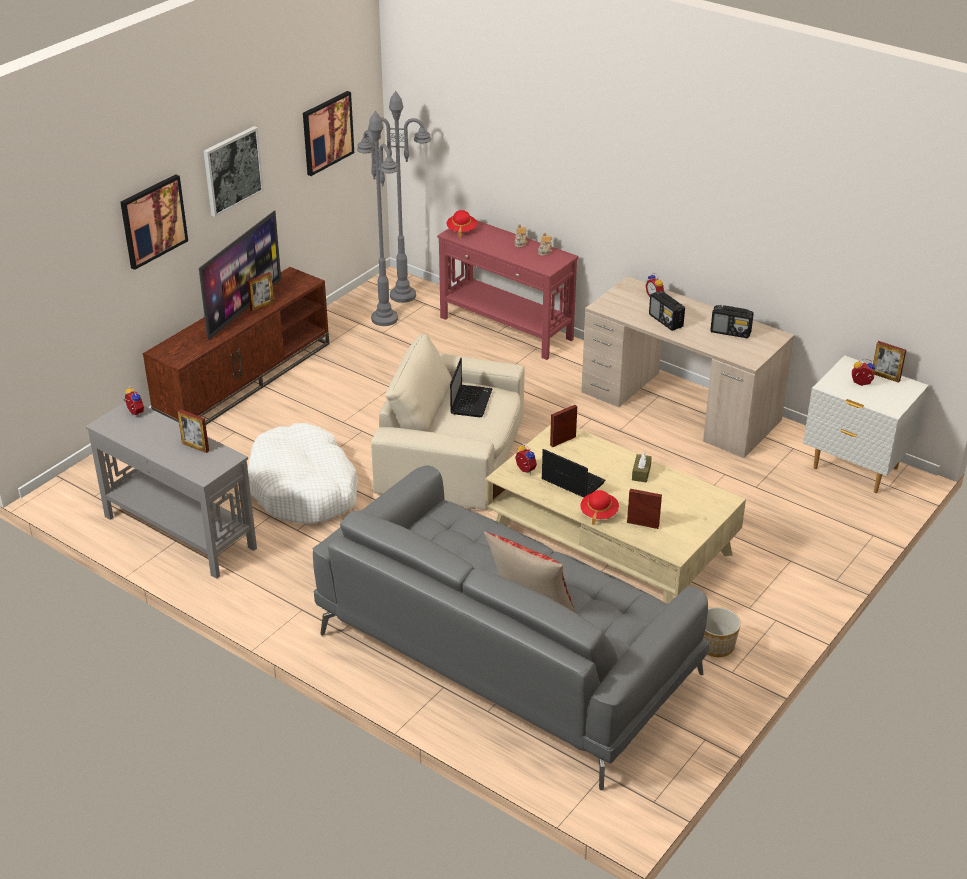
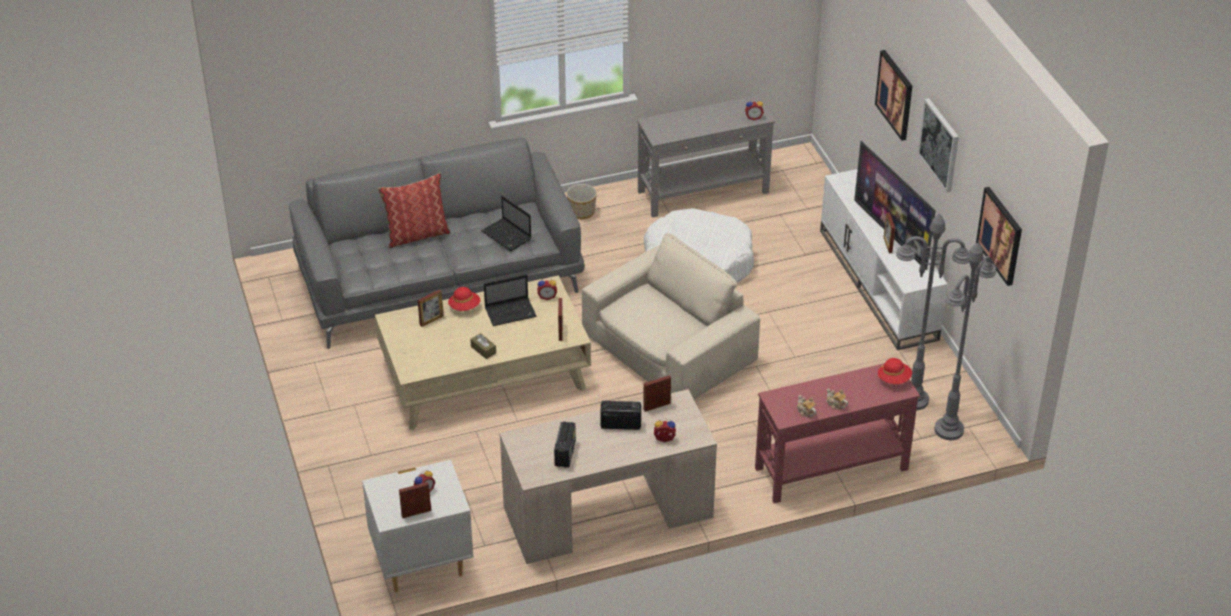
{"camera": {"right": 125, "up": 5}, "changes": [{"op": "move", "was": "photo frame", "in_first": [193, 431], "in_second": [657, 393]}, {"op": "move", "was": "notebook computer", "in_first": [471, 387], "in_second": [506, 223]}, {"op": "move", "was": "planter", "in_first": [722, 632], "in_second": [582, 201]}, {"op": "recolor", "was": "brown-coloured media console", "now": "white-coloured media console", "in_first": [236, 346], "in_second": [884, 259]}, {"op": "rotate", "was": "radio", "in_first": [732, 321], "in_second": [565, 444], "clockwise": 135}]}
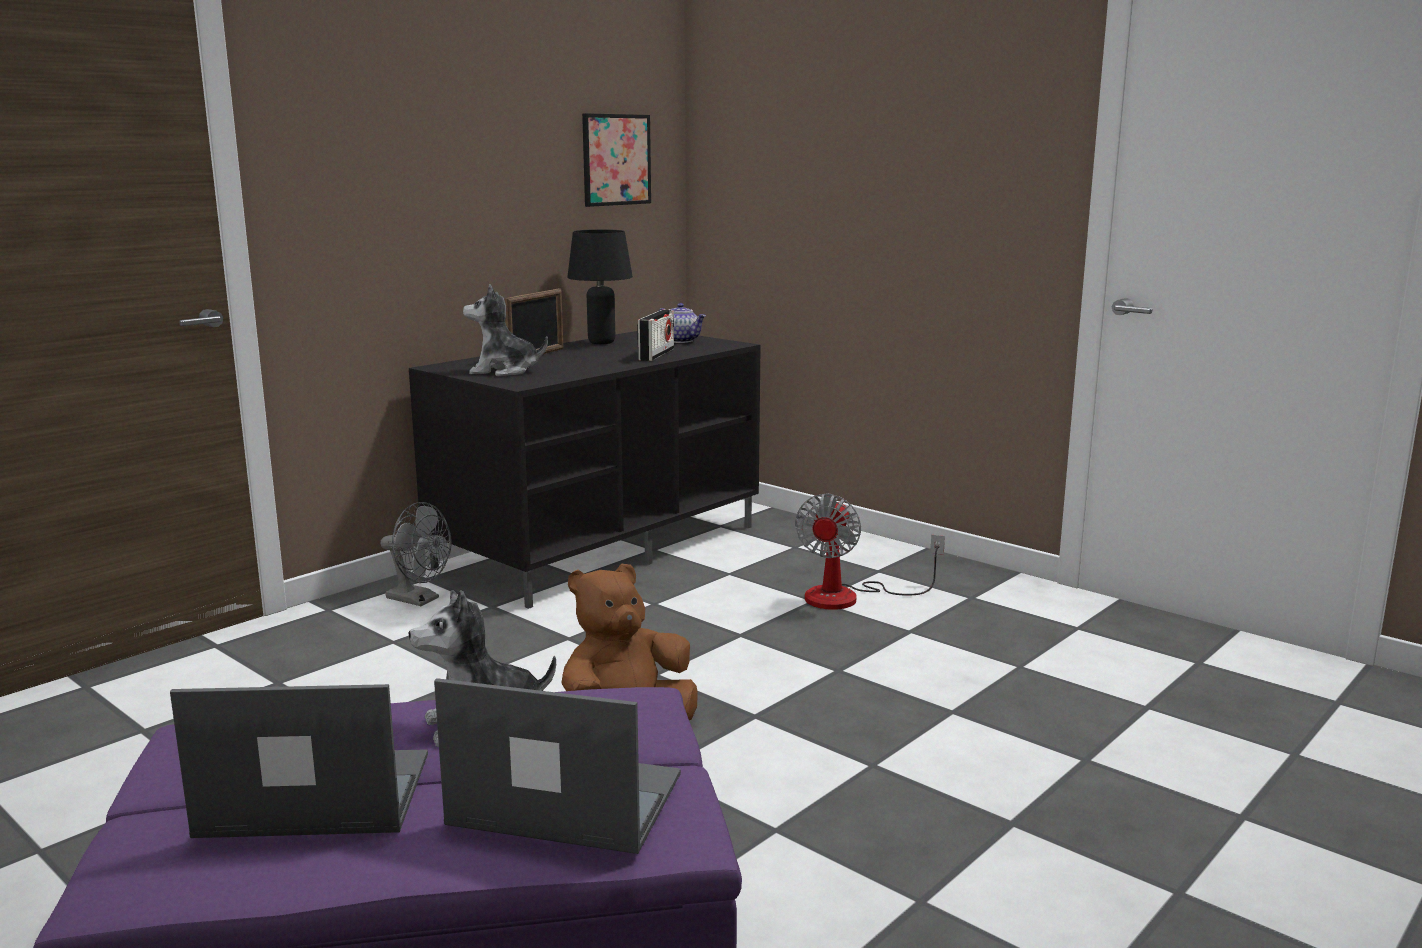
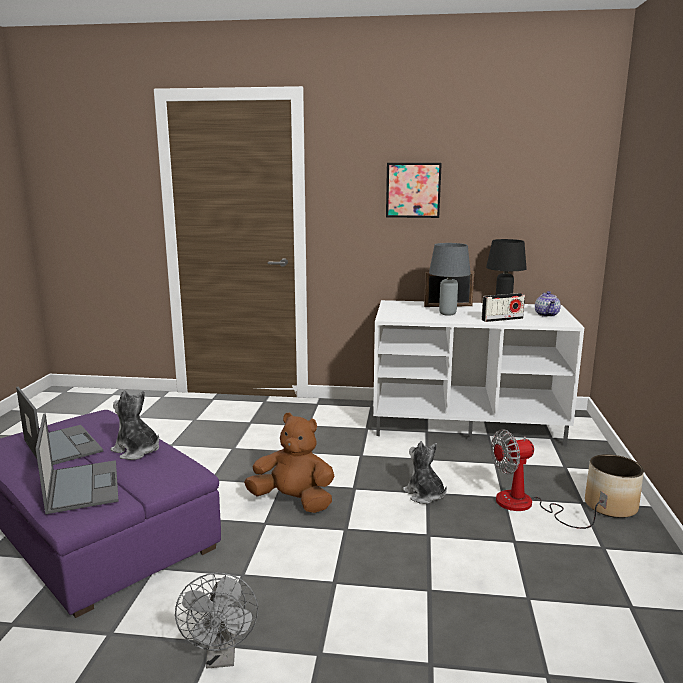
{"camera": {"right": 55, "up": 0}, "changes": [{"op": "insert", "now": "gray lamp for a table", "in_second": [450, 279]}, {"op": "insert", "now": "planter", "in_second": [614, 486]}, {"op": "move", "was": "gray electric fan", "in_first": [416, 554], "in_second": [216, 620]}, {"op": "move", "was": "cuddly toy", "in_first": [505, 330], "in_second": [425, 472]}, {"op": "move", "was": "wall art", "in_first": [616, 160], "in_second": [414, 190]}, {"op": "recolor", "was": "blackish media console", "now": "white-coloured media console", "in_first": [585, 470], "in_second": [478, 373]}]}
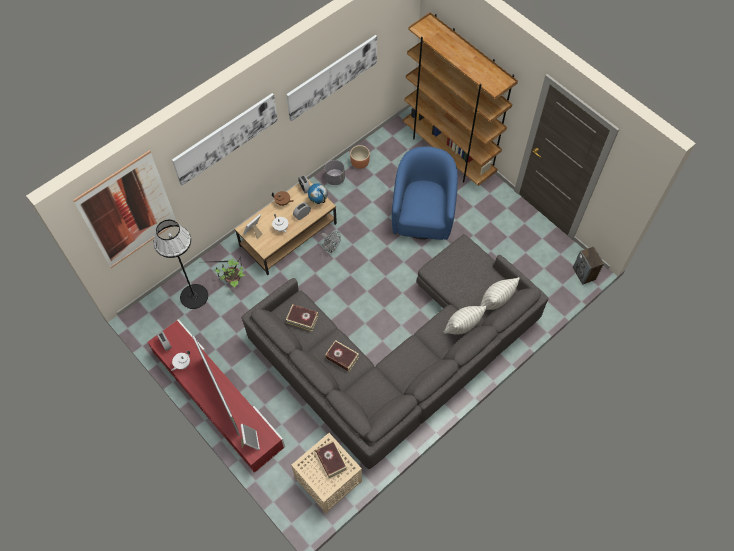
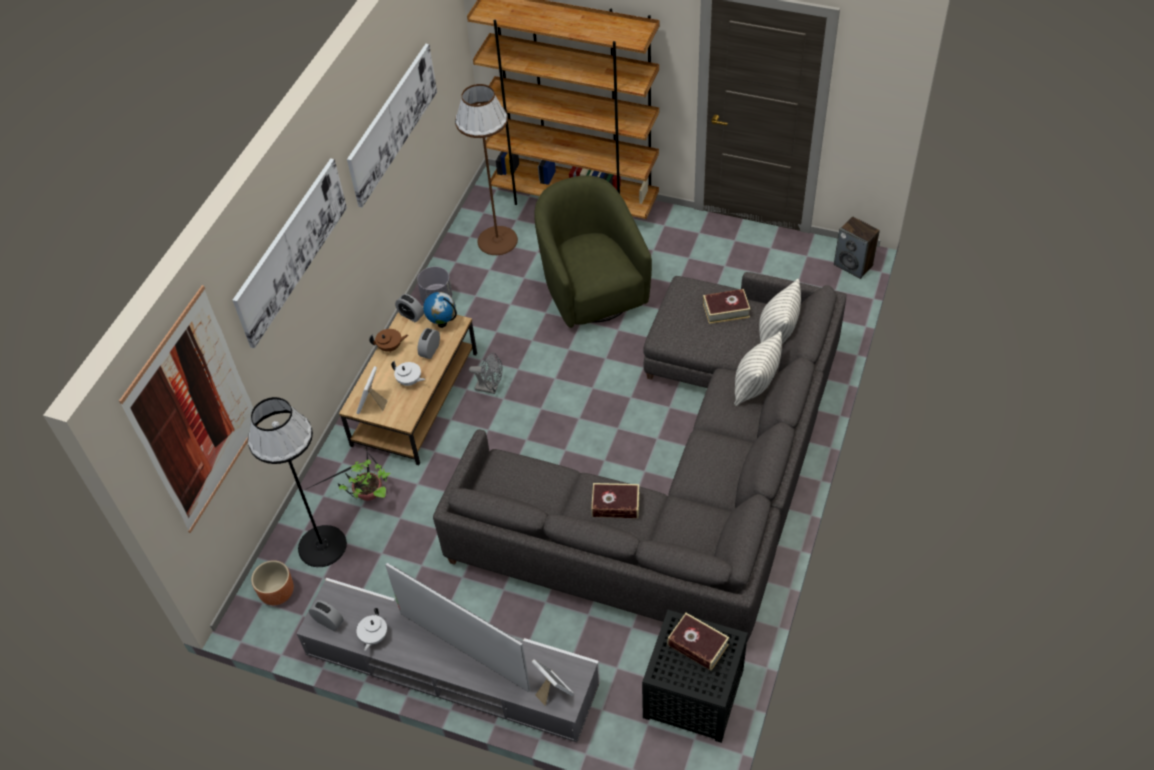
{"camera": {"right": -25, "up": -10}, "changes": [{"op": "insert", "now": "brown-coloured floor lamp", "in_second": [486, 169]}, {"op": "move", "was": "book", "in_first": [302, 317], "in_second": [726, 306]}, {"op": "move", "was": "brown-coloured planter", "in_first": [360, 157], "in_second": [272, 582]}, {"op": "recolor", "was": "reddish media console", "now": "gray media console", "in_first": [216, 396], "in_second": [448, 660]}, {"op": "recolor", "was": "sand-coloured end table", "now": "blackish end table", "in_first": [326, 473], "in_second": [695, 676]}, {"op": "recolor", "was": "blue lounge chair", "now": "green-coloured lounge chair", "in_first": [425, 193], "in_second": [593, 252]}]}
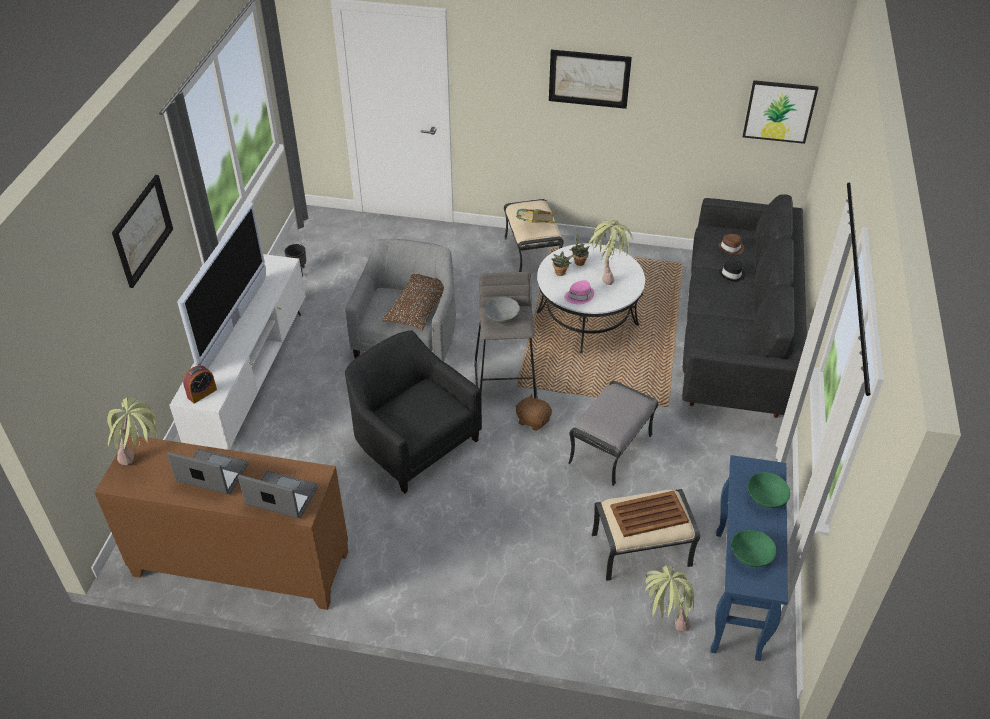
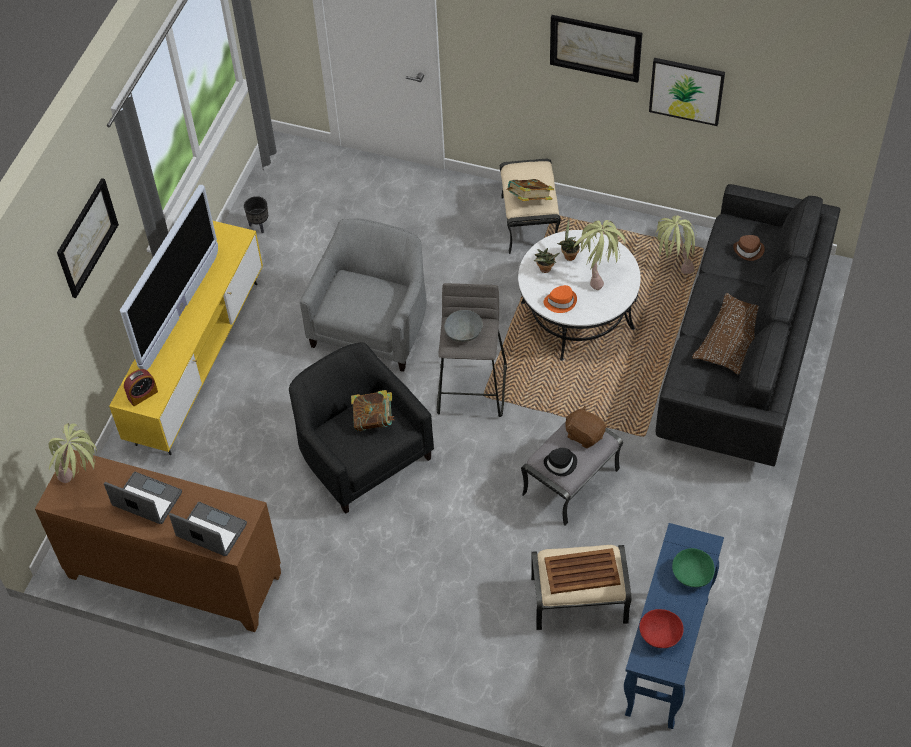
{"camera": {"right": 10, "up": 10}, "changes": [{"op": "insert", "now": "book", "in_second": [372, 410]}, {"op": "move", "was": "brown-coloured cushion", "in_first": [413, 302], "in_second": [725, 334]}, {"op": "move", "was": "brown-coloured cuddly toy", "in_first": [534, 412], "in_second": [585, 427]}, {"op": "move", "was": "houseplant", "in_first": [670, 598], "in_second": [676, 244]}, {"op": "move", "was": "blackish wearable hat", "in_first": [732, 271], "in_second": [560, 462]}, {"op": "move", "was": "wall art", "in_first": [780, 112], "in_second": [687, 92]}, {"op": "recolor", "was": "white-coloured media console", "now": "yellowish media console", "in_first": [237, 352], "in_second": [186, 338]}, {"op": "recolor", "was": "pinkish wearable hat", "now": "orange wearable hat", "in_first": [579, 292], "in_second": [560, 299]}, {"op": "recolor", "was": "green-coloured bowl", "now": "reddish bowl", "in_first": [753, 548], "in_second": [661, 628]}]}
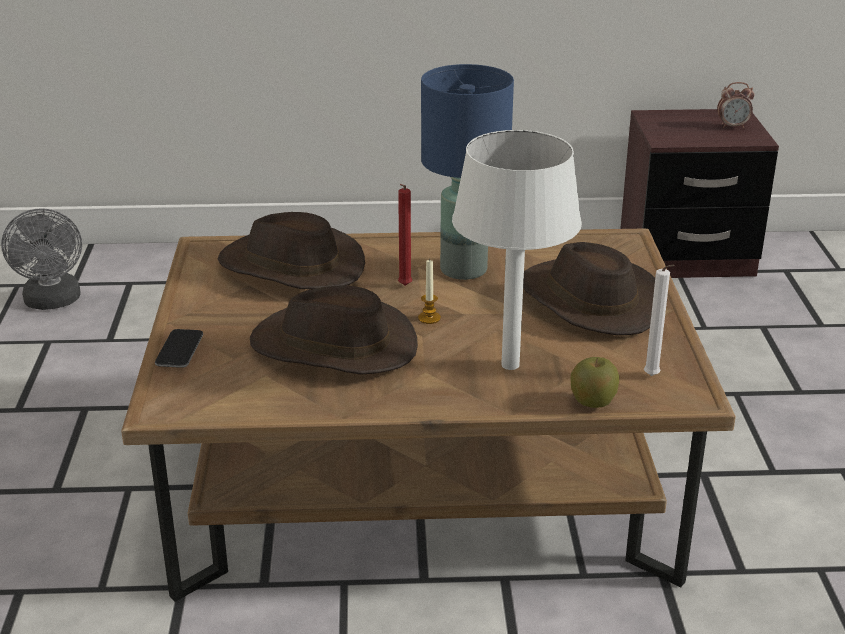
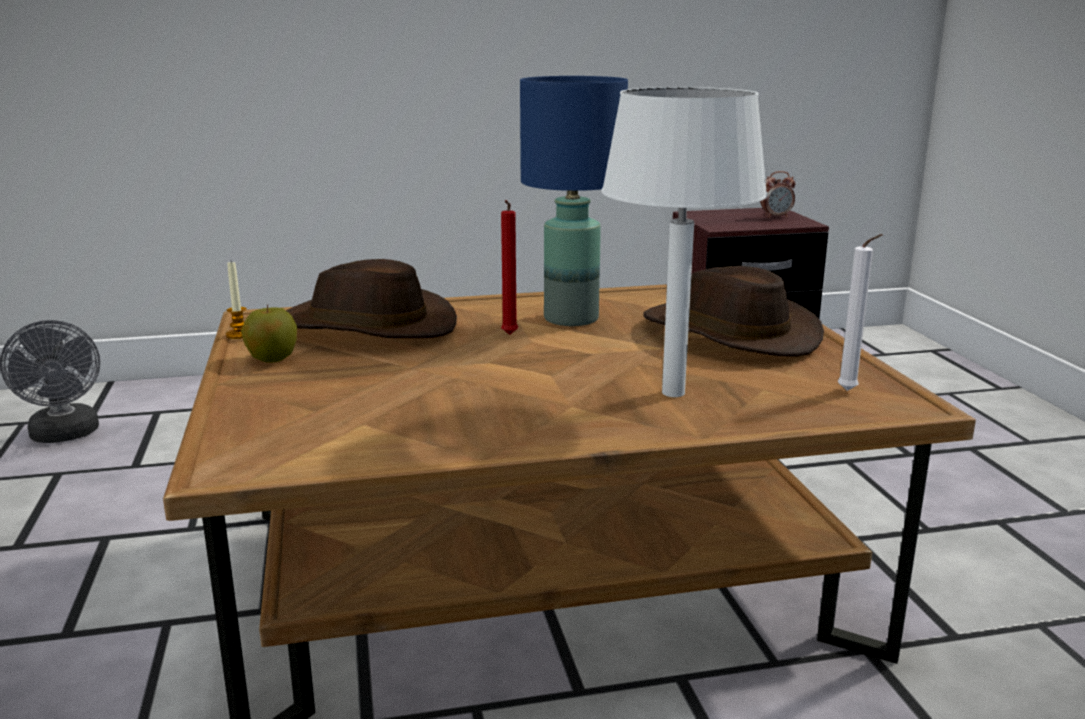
{"camera": {"right": -10, "up": -10}, "changes": [{"op": "delete", "was": "telephone", "in_first": [179, 348]}, {"op": "delete", "was": "brown-coloured wearable hat", "in_first": [334, 330]}, {"op": "move", "was": "wax light", "in_first": [429, 291], "in_second": [236, 300]}, {"op": "move", "was": "apple fruit", "in_first": [595, 382], "in_second": [269, 333]}]}
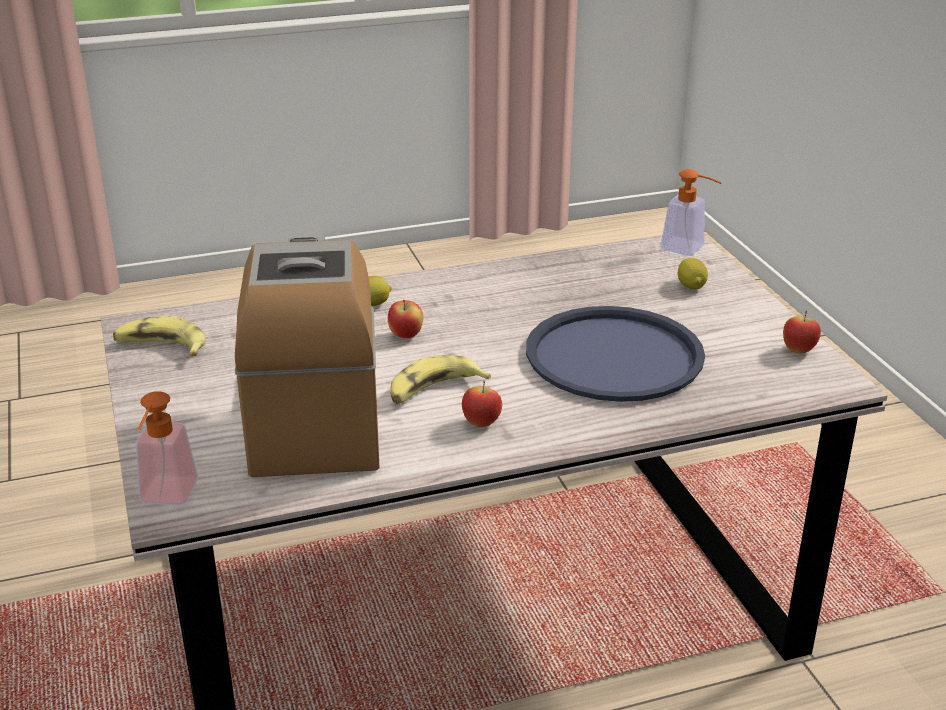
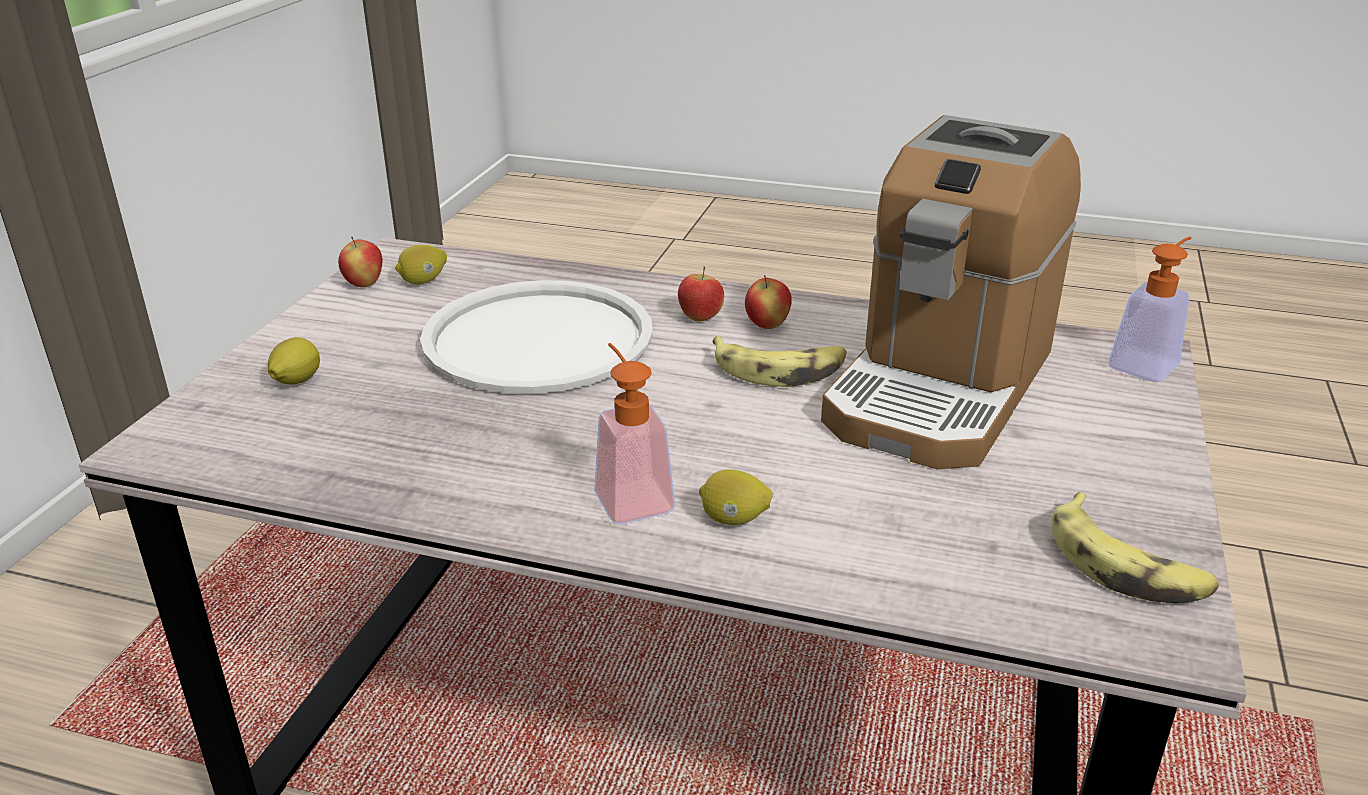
{"camera": {"right": -145, "up": 0}, "changes": [{"op": "insert", "now": "citrus fruit", "in_second": [421, 264]}, {"op": "move", "was": "apple fruit", "in_first": [405, 319], "in_second": [701, 294]}, {"op": "move", "was": "liquid soap bottle", "in_first": [691, 212], "in_second": [634, 433]}, {"op": "recolor", "was": "blue serving tray", "now": "white-coloured serving tray", "in_first": [615, 354], "in_second": [536, 337]}]}
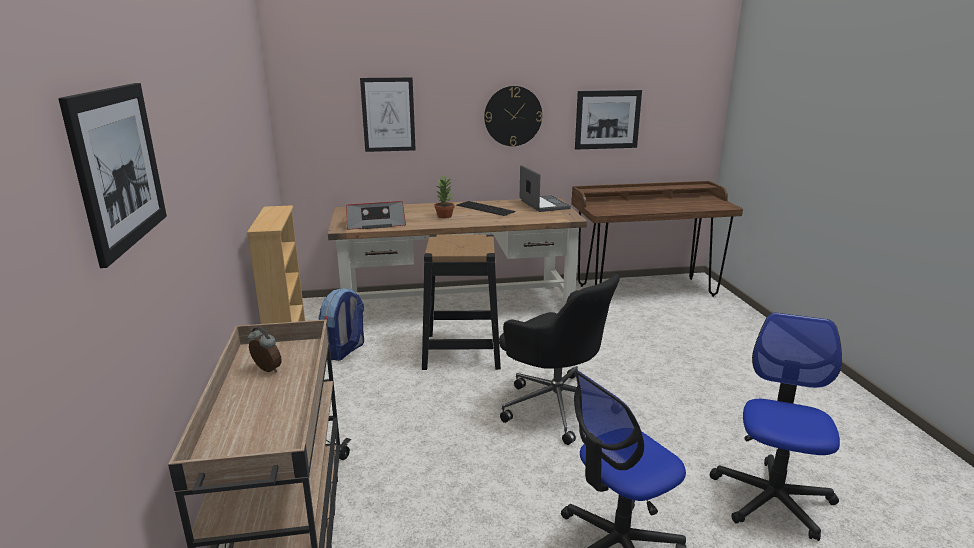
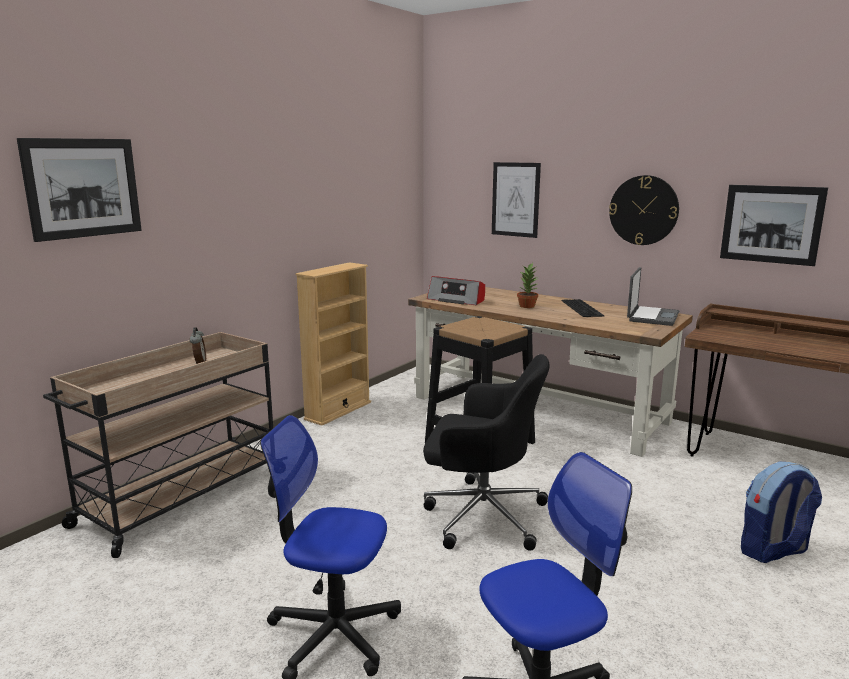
{"camera": {"right": 45, "up": -5}, "changes": [{"op": "move", "was": "knapsack", "in_first": [341, 324], "in_second": [781, 512]}, {"op": "rotate", "was": "blackish desk chair", "in_first": [559, 359], "in_second": [486, 452], "clockwise": -75}]}
